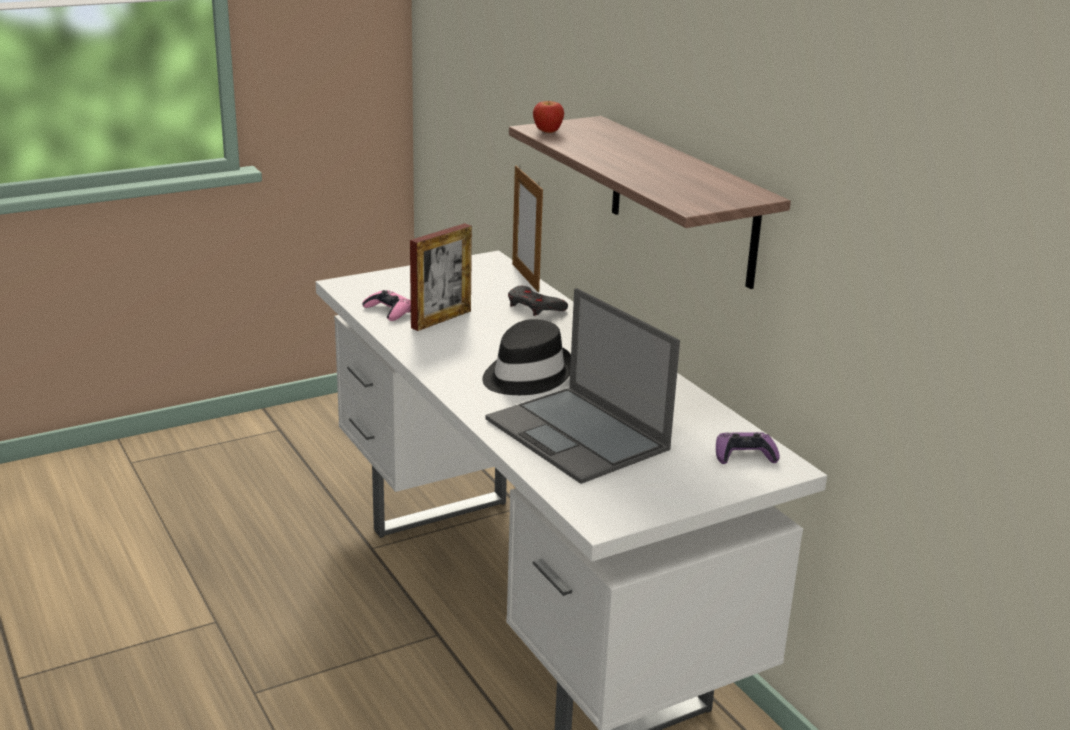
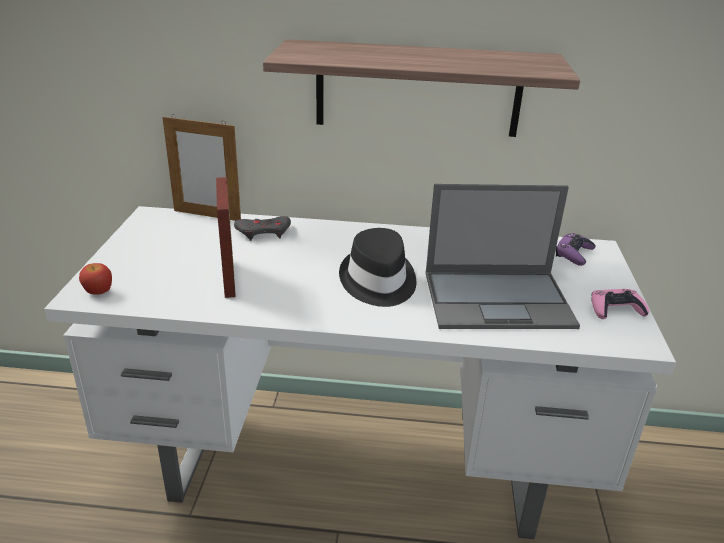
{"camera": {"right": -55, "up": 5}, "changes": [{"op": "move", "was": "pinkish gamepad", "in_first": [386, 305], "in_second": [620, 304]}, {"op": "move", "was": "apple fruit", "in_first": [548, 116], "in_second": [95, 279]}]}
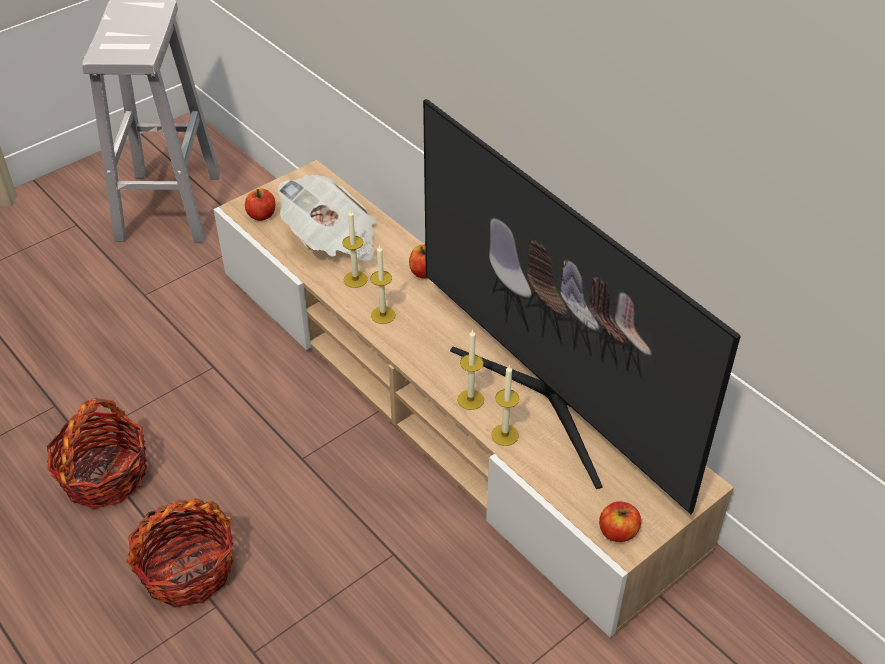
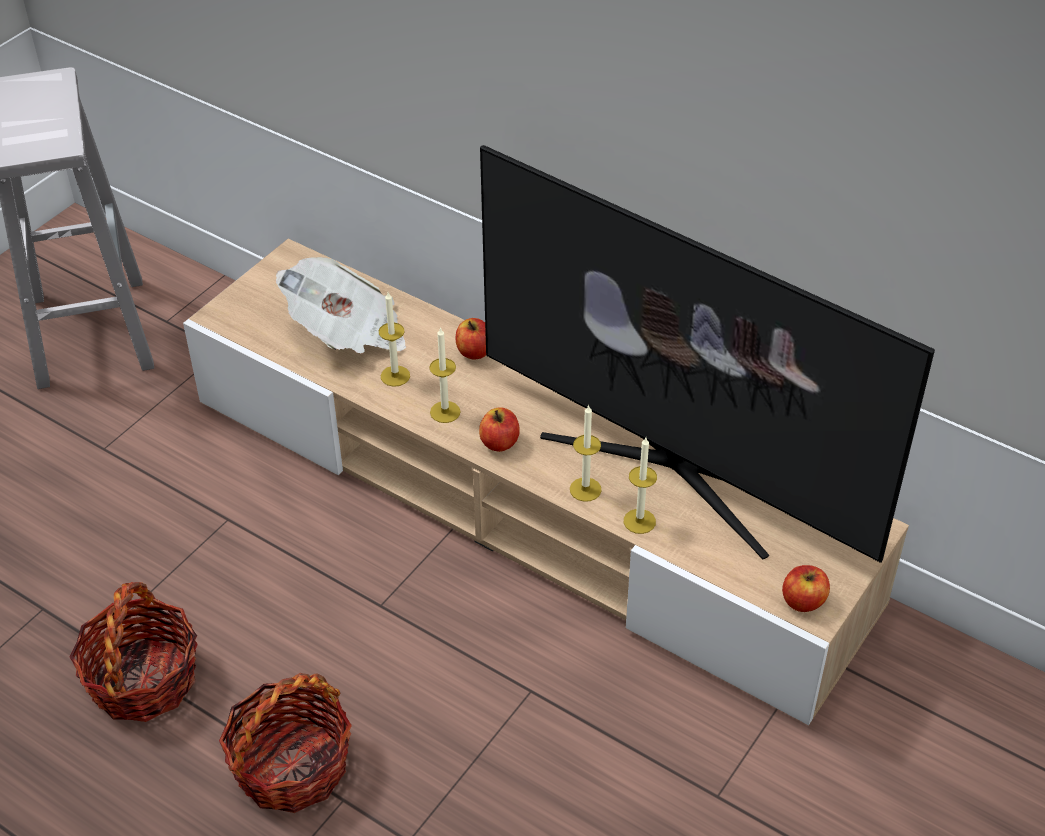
{"camera": {"right": -15, "up": 0}, "changes": [{"op": "move", "was": "apple fruit", "in_first": [260, 205], "in_second": [499, 429]}]}
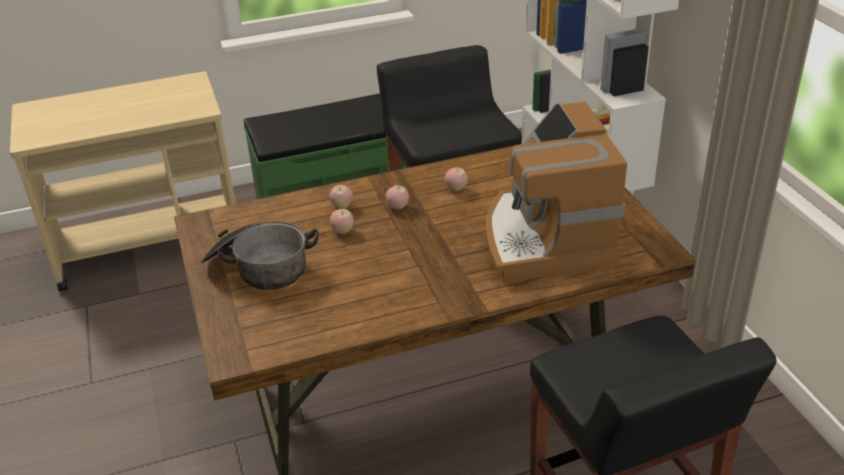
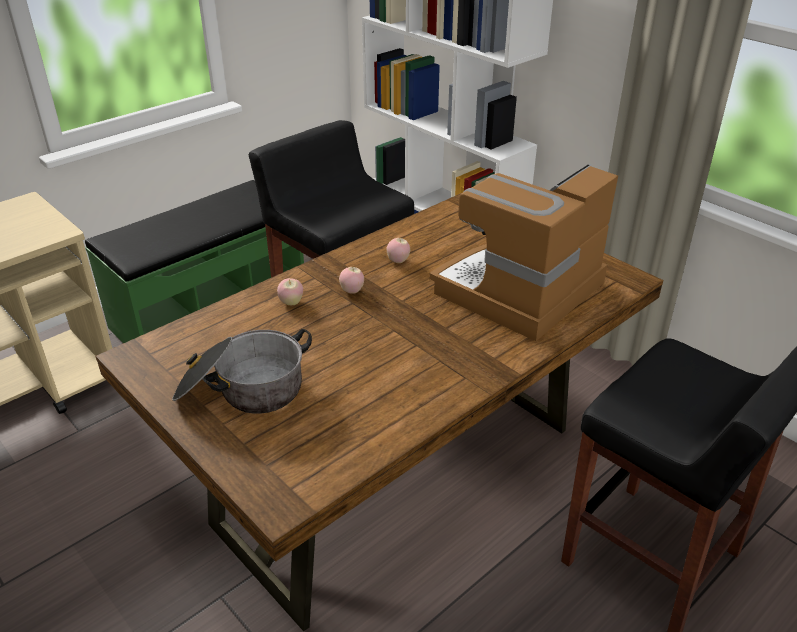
{"camera": {"right": -25, "up": 0}, "changes": [{"op": "delete", "was": "apple fruit", "in_first": [342, 221]}, {"op": "rotate", "was": "coffee maker", "in_first": [556, 192], "in_second": [523, 252], "clockwise": 75}]}
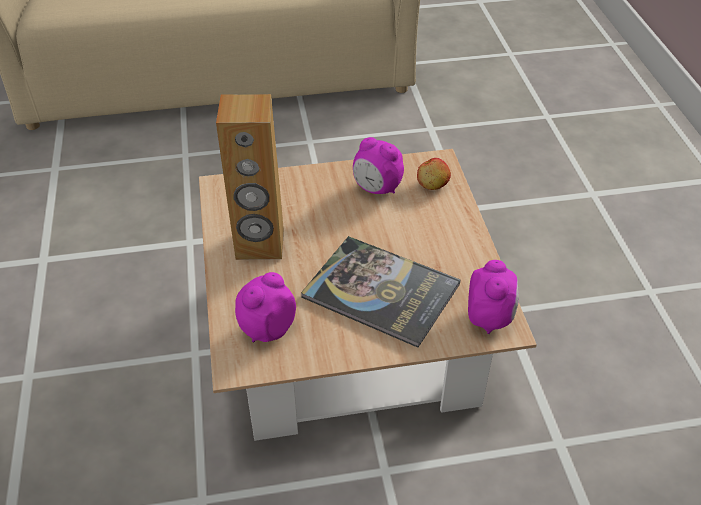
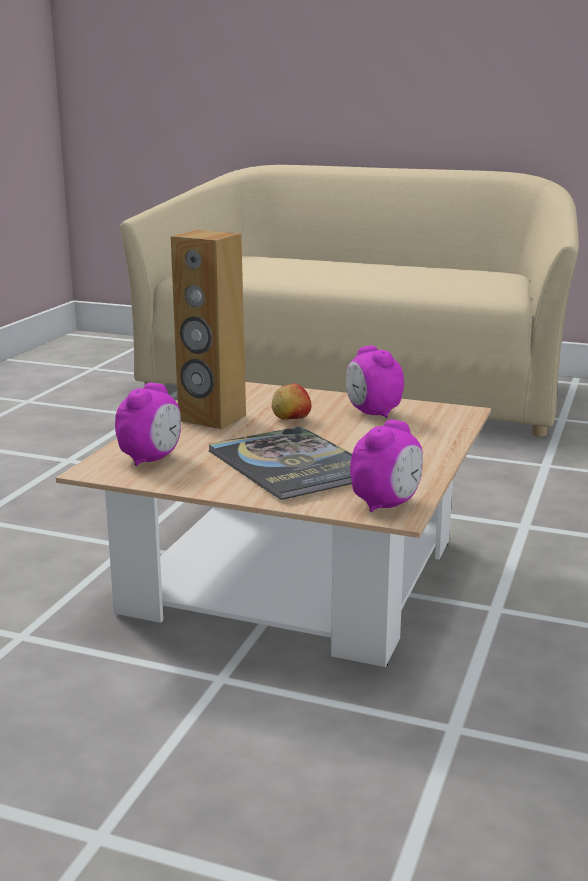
{"camera": {"right": 30, "up": -25}, "changes": [{"op": "move", "was": "apple fruit", "in_first": [434, 174], "in_second": [291, 401]}, {"op": "rotate", "was": "alarm clock", "in_first": [265, 307], "in_second": [148, 424], "clockwise": 135}]}
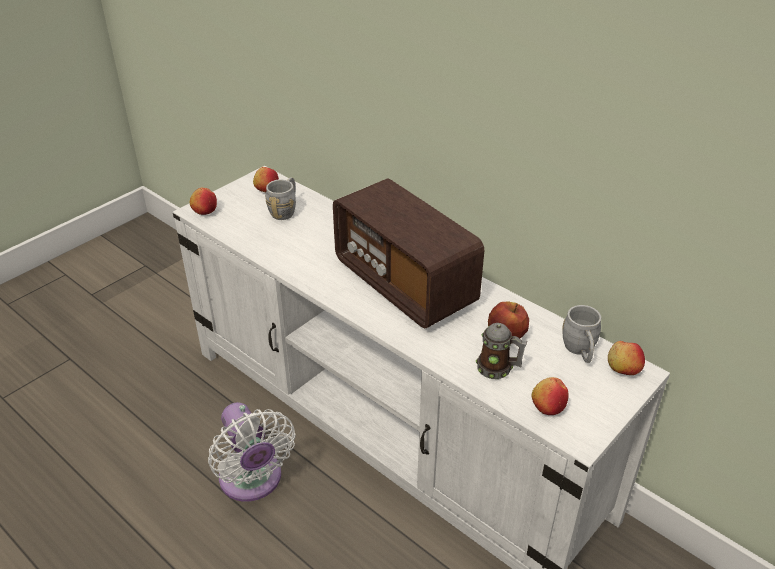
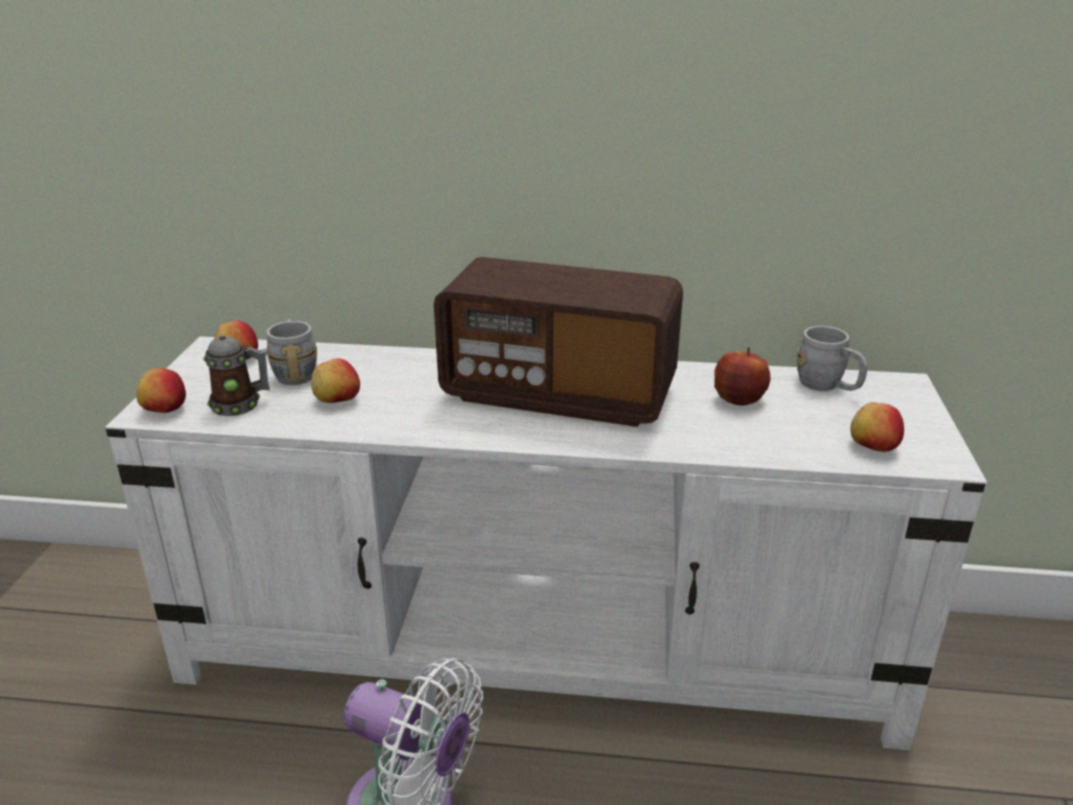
{"camera": {"right": -35, "up": -10}, "changes": [{"op": "move", "was": "tea mug", "in_first": [501, 351], "in_second": [236, 375]}, {"op": "move", "was": "apple fruit", "in_first": [626, 358], "in_second": [335, 381]}]}
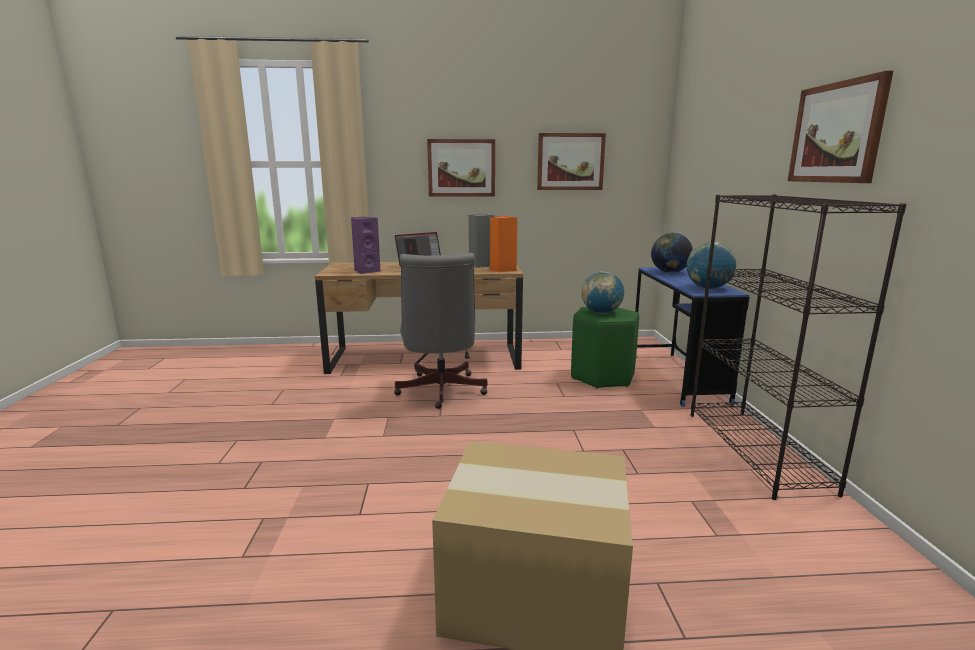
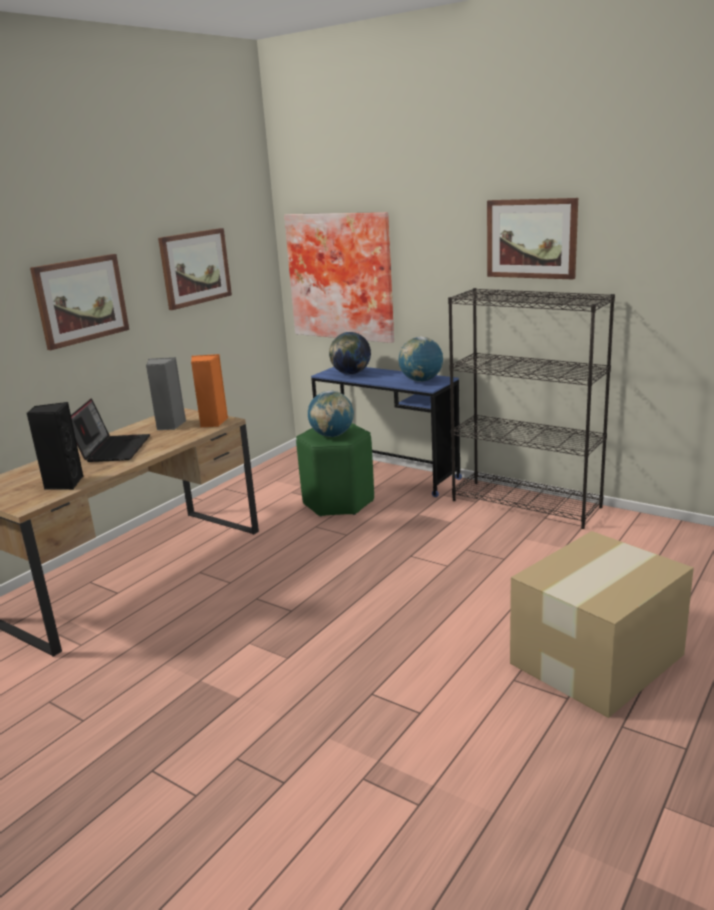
{"camera": {"right": -50, "up": 5}, "changes": [{"op": "delete", "was": "gray desk chair", "in_first": [441, 331]}, {"op": "insert", "now": "wall art", "in_second": [339, 277]}, {"op": "recolor", "was": "purple loudspeaker", "now": "blackish loudspeaker", "in_first": [366, 245], "in_second": [55, 446]}]}
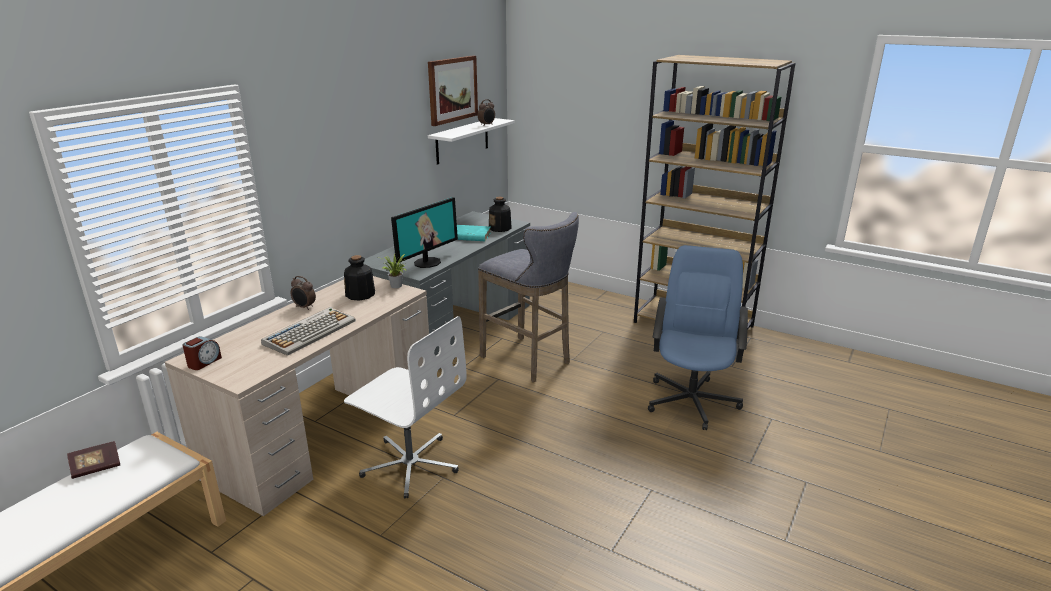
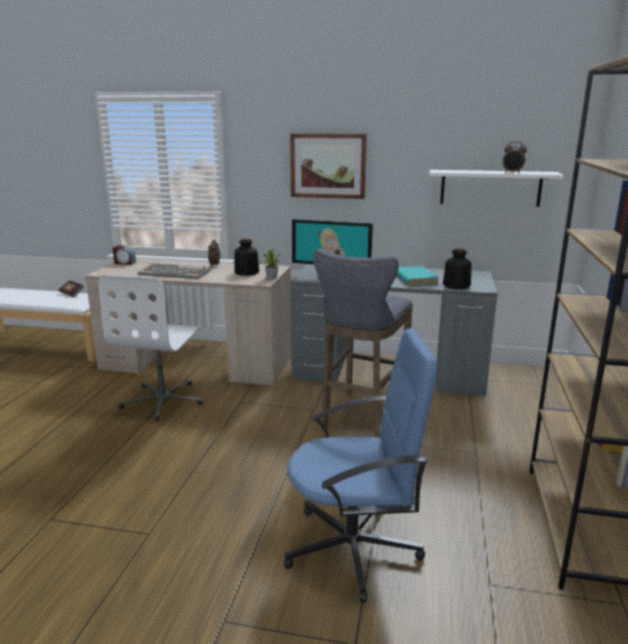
{"camera": {"right": 70, "up": -5}, "changes": [{"op": "move", "was": "wall art", "in_first": [453, 91], "in_second": [328, 166]}]}
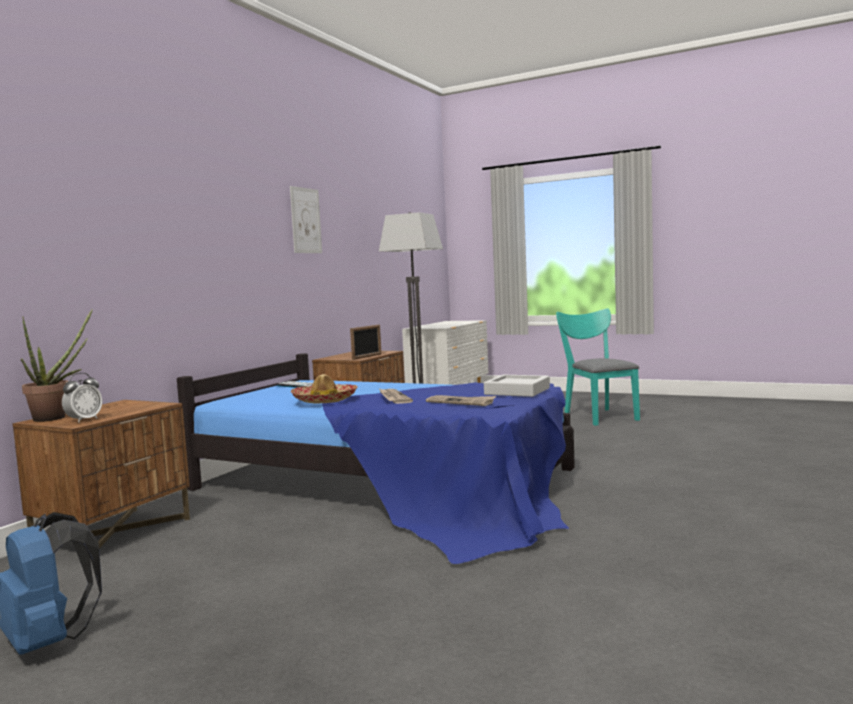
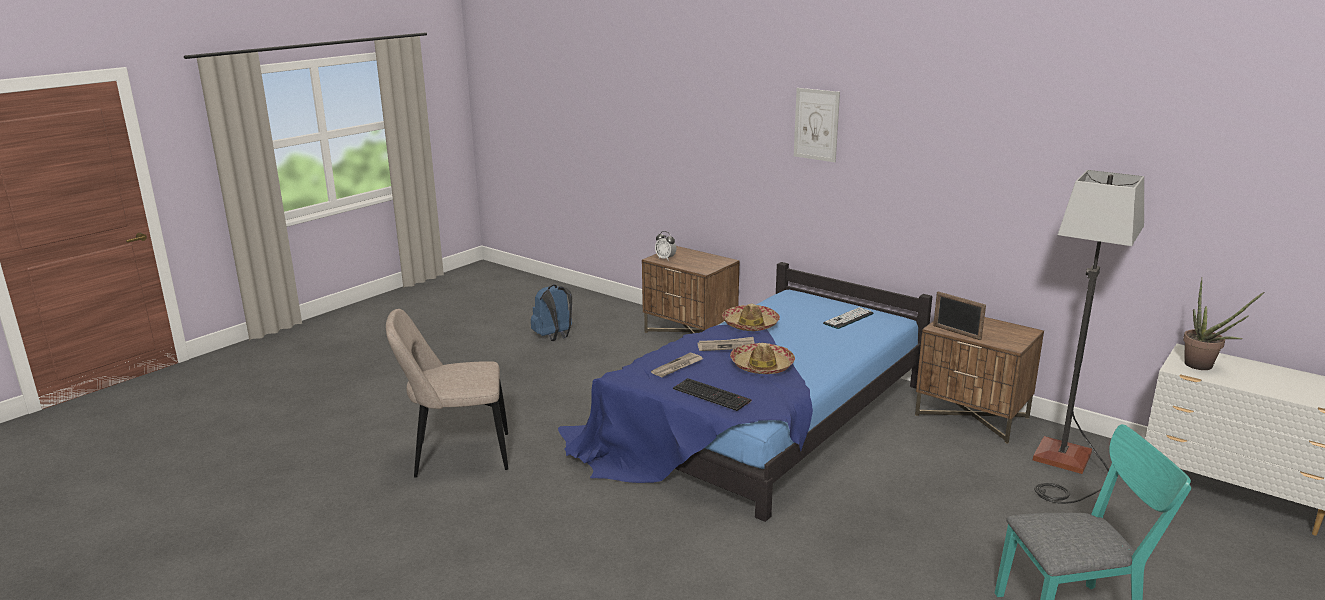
{"camera": {"right": 100, "up": 15}, "changes": [{"op": "insert", "now": "sand-coloured plain chair", "in_second": [447, 393]}, {"op": "insert", "now": "wearable hat", "in_second": [762, 358]}, {"op": "move", "was": "houseplant", "in_first": [56, 365], "in_second": [1223, 324]}, {"op": "move", "was": "wall art", "in_first": [306, 219], "in_second": [817, 125]}, {"op": "replace", "was": "gray serving tray", "now": "PC keyboard", "in_first": [517, 386], "in_second": [712, 394]}]}
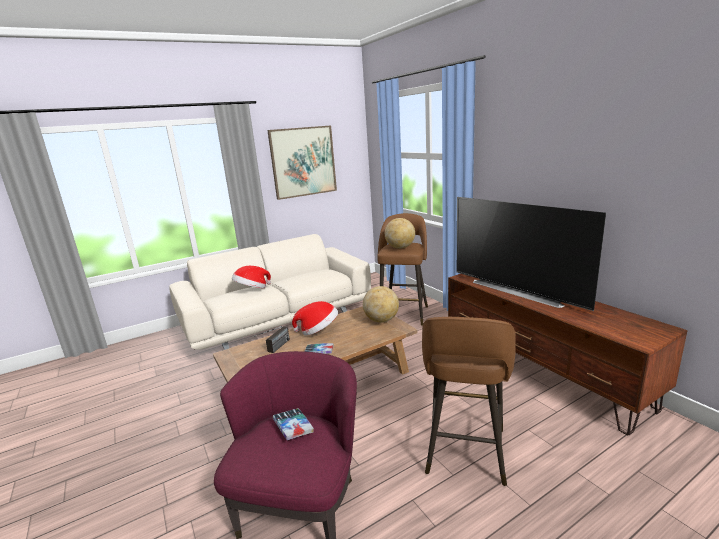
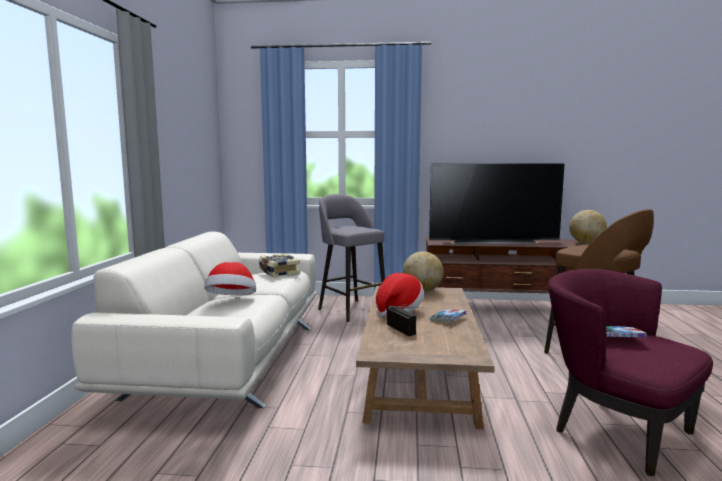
{"camera": {"right": -55, "up": -10}, "changes": [{"op": "delete", "was": "wall art", "in_first": [302, 162]}, {"op": "insert", "now": "book", "in_second": [279, 265]}, {"op": "move", "was": "desk globe", "in_first": [400, 233], "in_second": [588, 227]}, {"op": "recolor", "was": "brown-coloured sitting stool", "now": "gray sitting stool", "in_first": [402, 269], "in_second": [351, 258]}]}
